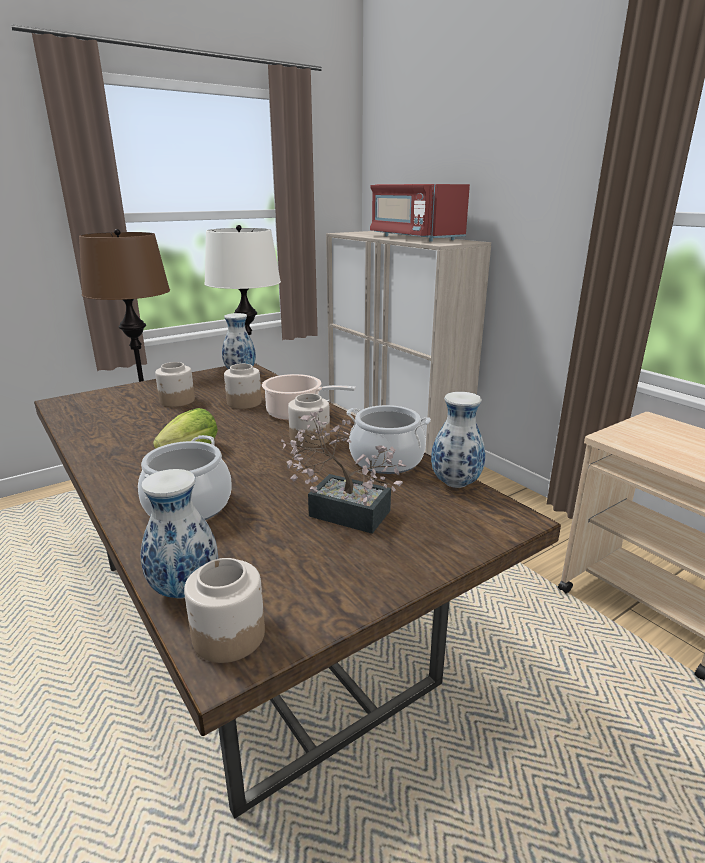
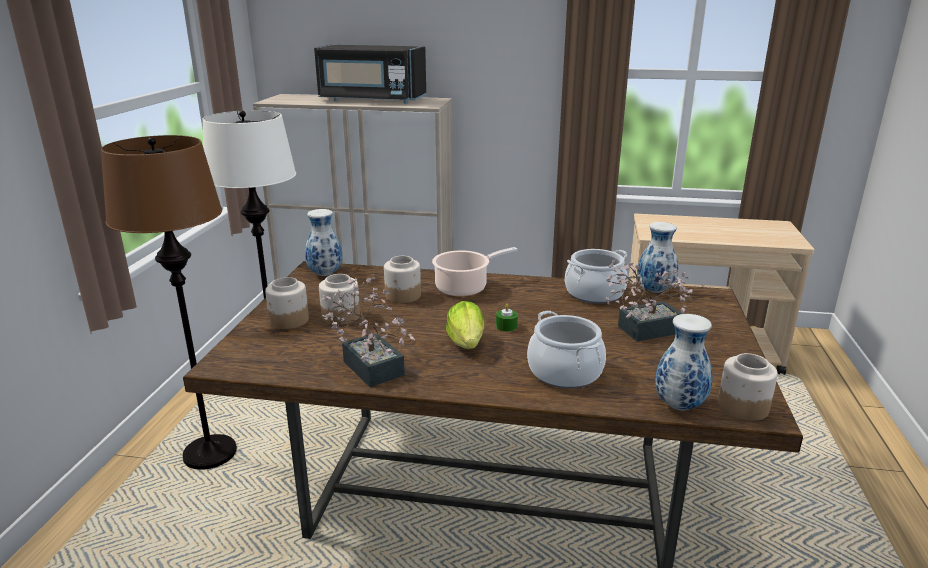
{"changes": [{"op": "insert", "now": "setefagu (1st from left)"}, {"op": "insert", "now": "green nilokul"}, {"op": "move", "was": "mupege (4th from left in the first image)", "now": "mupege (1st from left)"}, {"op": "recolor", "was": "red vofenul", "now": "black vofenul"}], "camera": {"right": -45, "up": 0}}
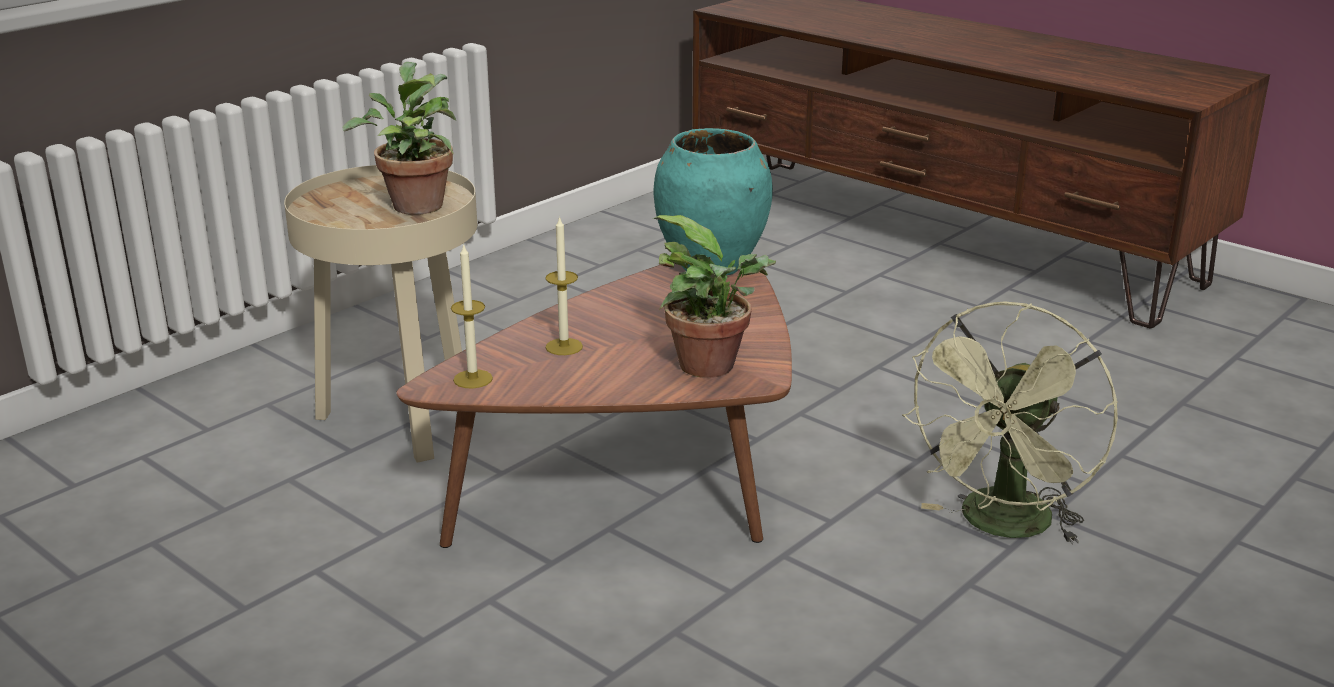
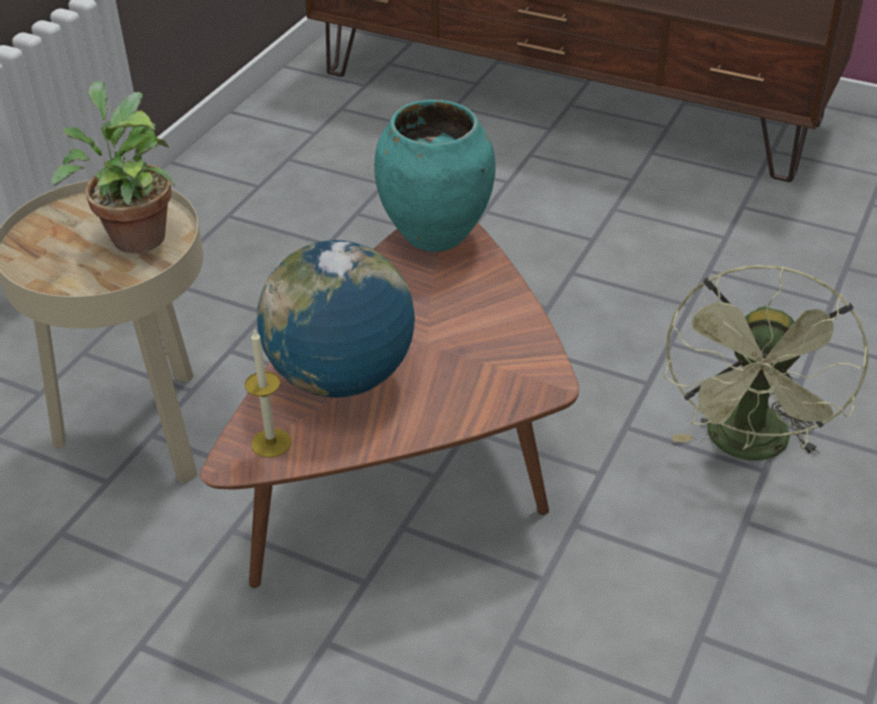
{"changes": [{"op": "delete", "was": "setefagu (2nd from left)"}, {"op": "replace", "was": "nilokul (2nd from left)", "now": "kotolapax"}], "camera": {"right": -15, "up": 15}}
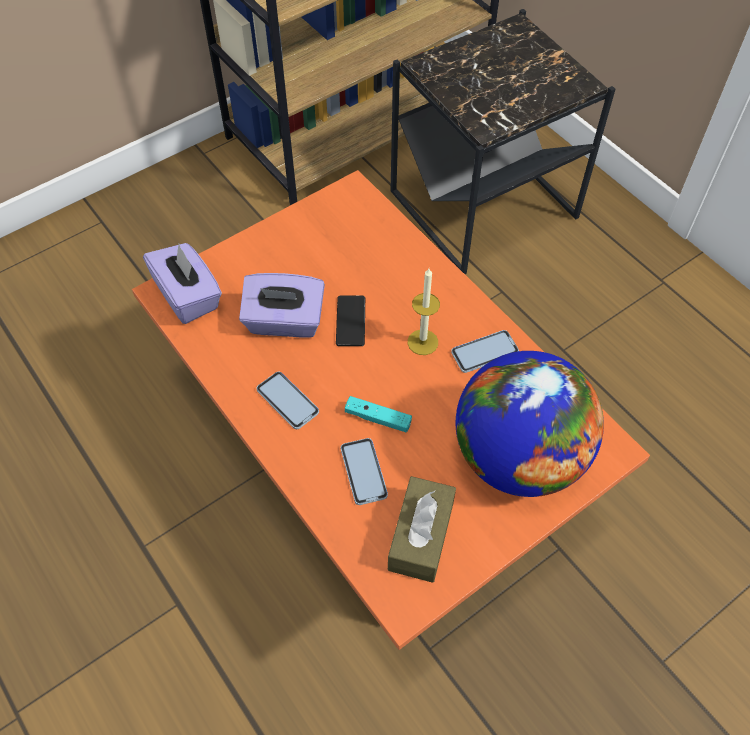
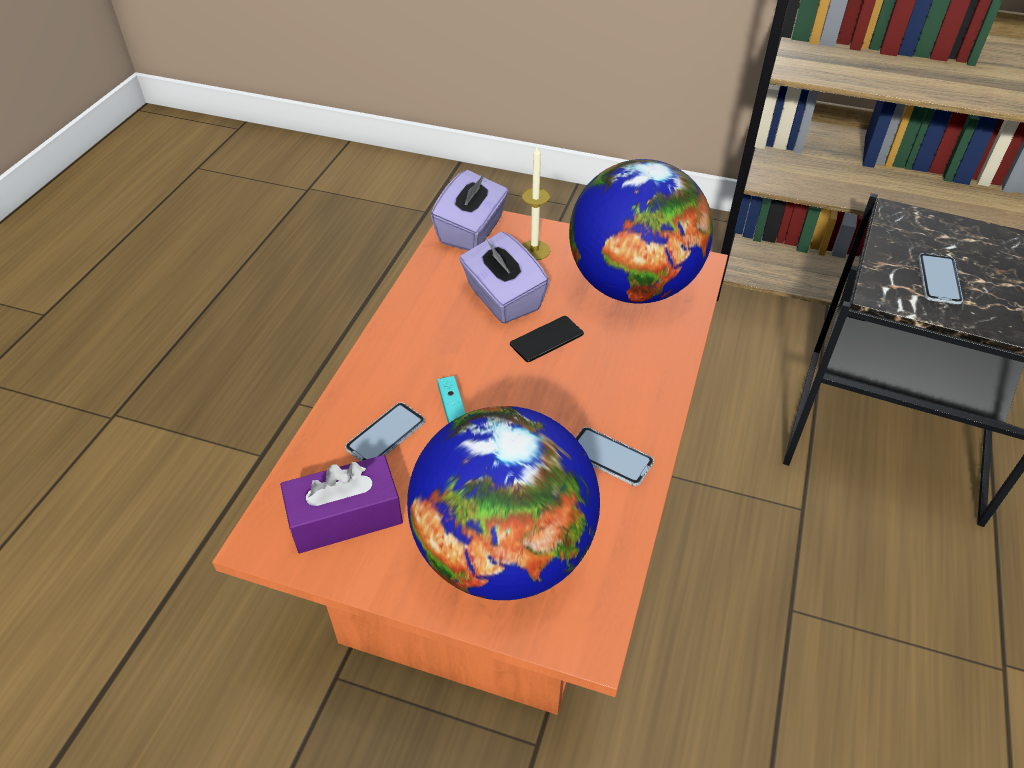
{"changes": [{"op": "insert", "now": "kotolapax (2nd from left)"}, {"op": "move", "was": "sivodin (1st from left in the first image)", "now": "sivodin (4th from left)"}, {"op": "move", "was": "nilokul"}, {"op": "recolor", "was": "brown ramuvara", "now": "purple ramuvara (1st from left)"}], "camera": {"right": 55, "up": -10}}
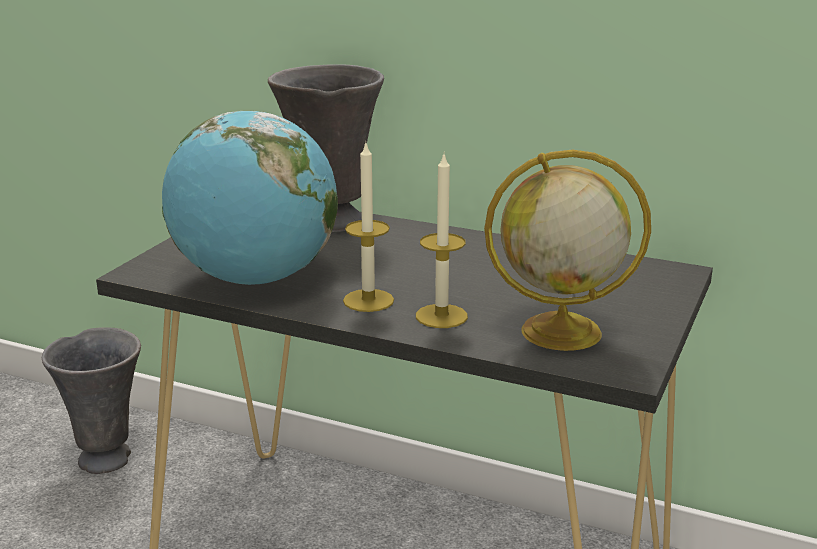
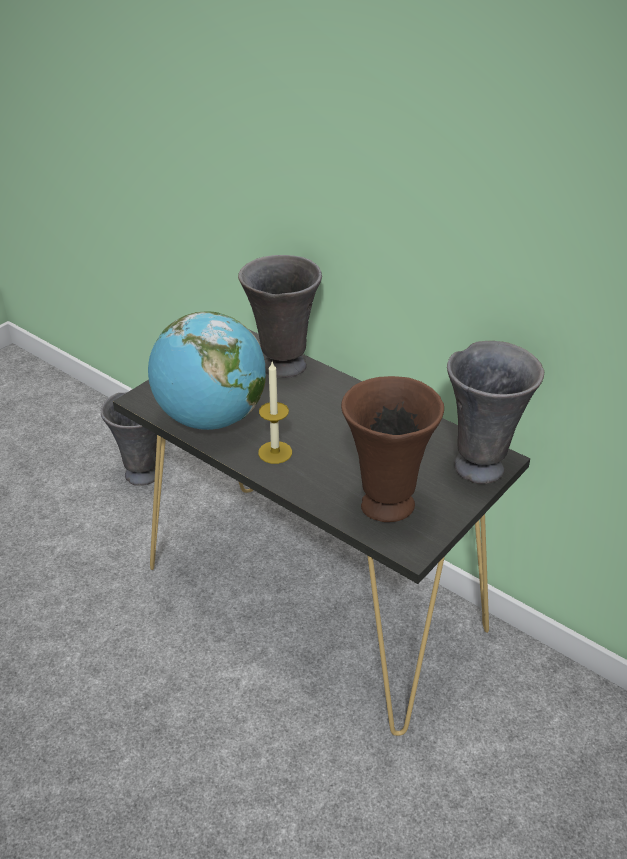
{"changes": [{"op": "delete", "was": "nilokul (2nd from left)"}, {"op": "insert", "now": "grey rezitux (3rd from left)"}, {"op": "replace", "was": "kotolapax (2nd from left)", "now": "brown rezitux"}], "camera": {"right": 15, "up": 15}}
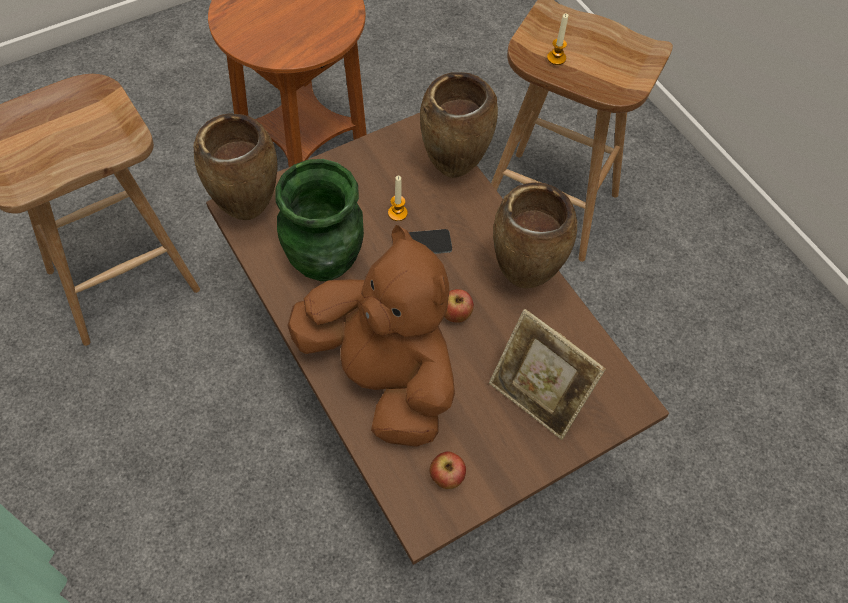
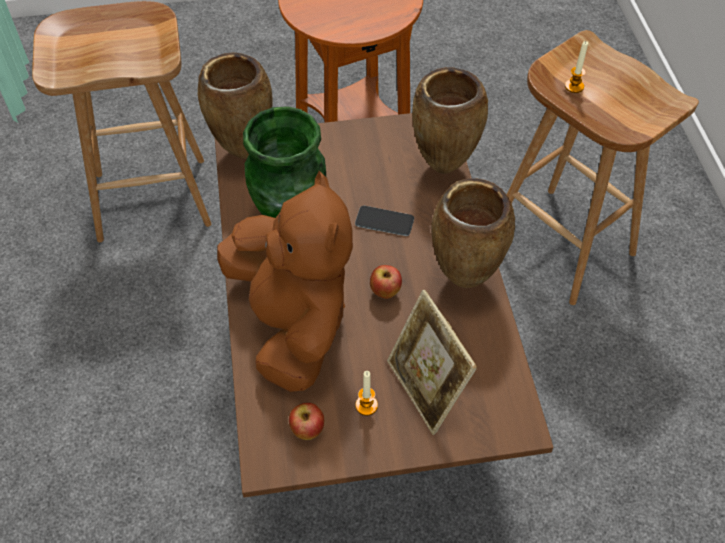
{"changes": [{"op": "move", "was": "nilokul (1st from left)"}], "camera": {"right": 25, "up": -5}}
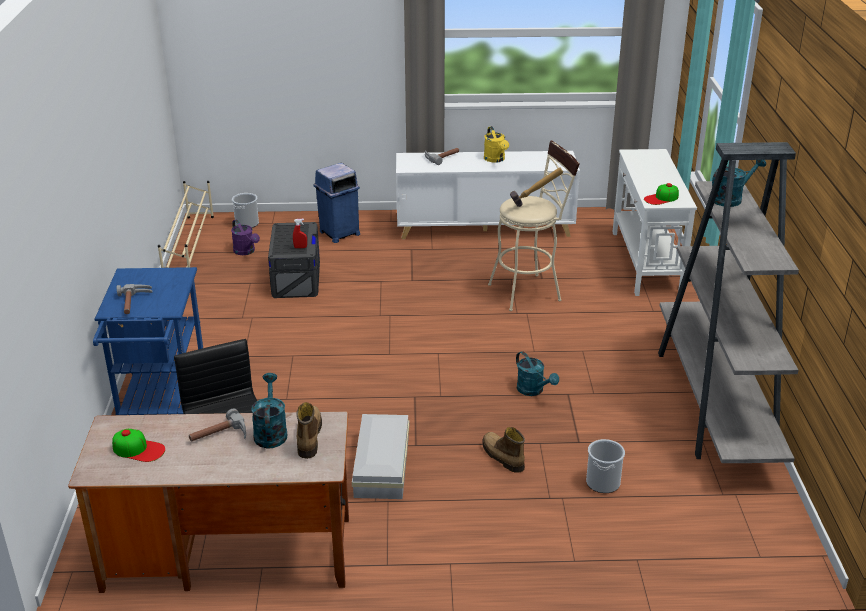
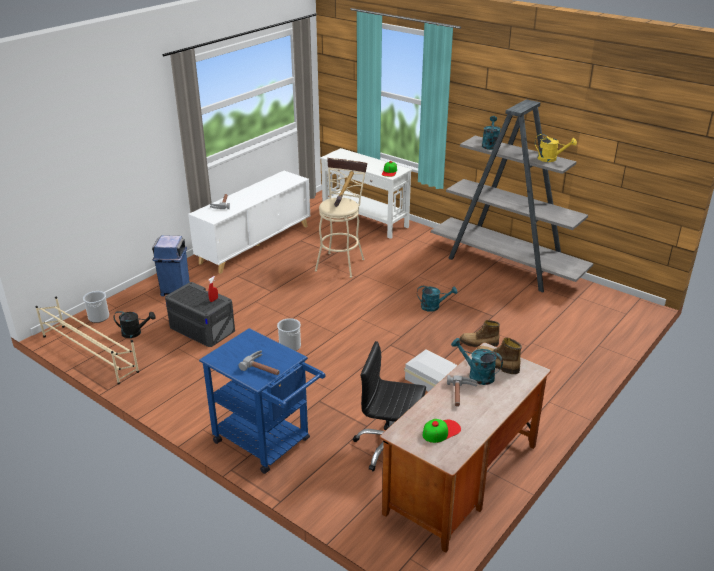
{"changes": [{"op": "move", "was": "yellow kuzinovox"}, {"op": "move", "was": "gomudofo (2nd from left)"}, {"op": "recolor", "was": "purple kuzinovox", "now": "black kuzinovox"}], "camera": {"right": -50, "up": 0}}
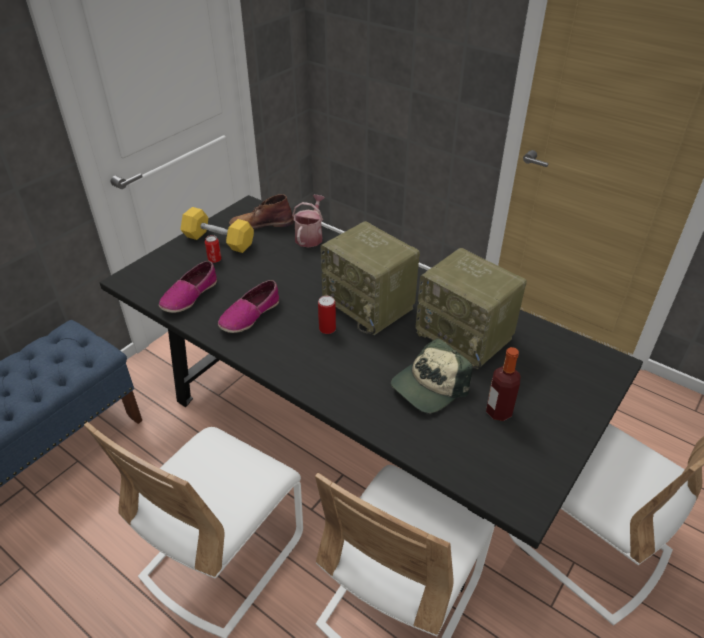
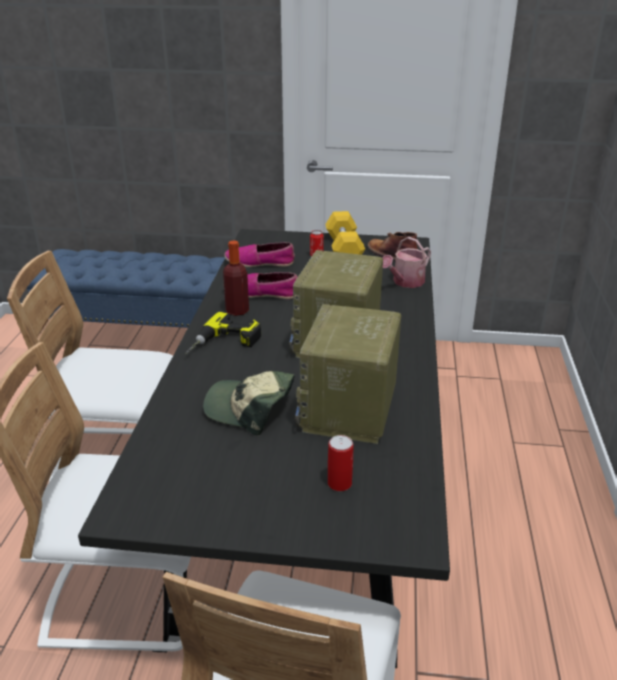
{"changes": [{"op": "insert", "now": "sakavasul"}, {"op": "move", "was": "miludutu (2nd from left)"}, {"op": "move", "was": "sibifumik"}, {"op": "rotate", "was": "kuzinovox", "clockwise": 150}], "camera": {"right": 60, "up": -10}}
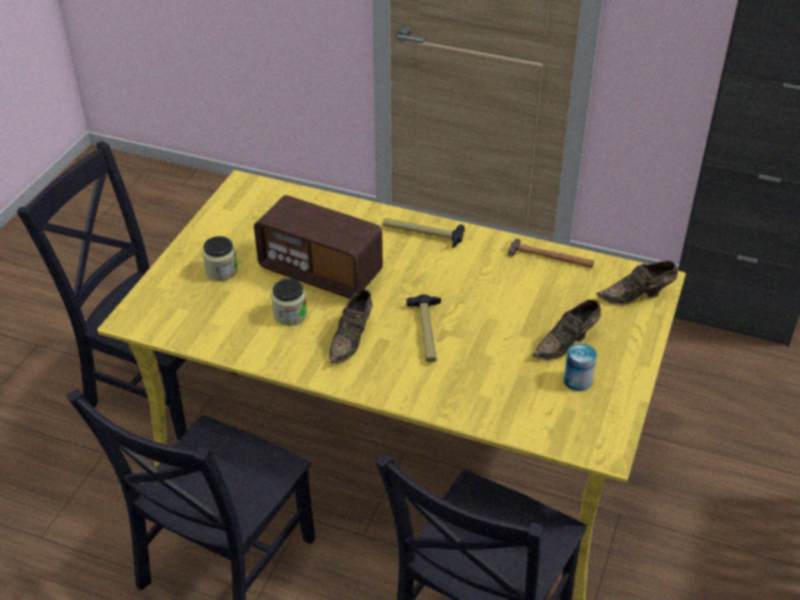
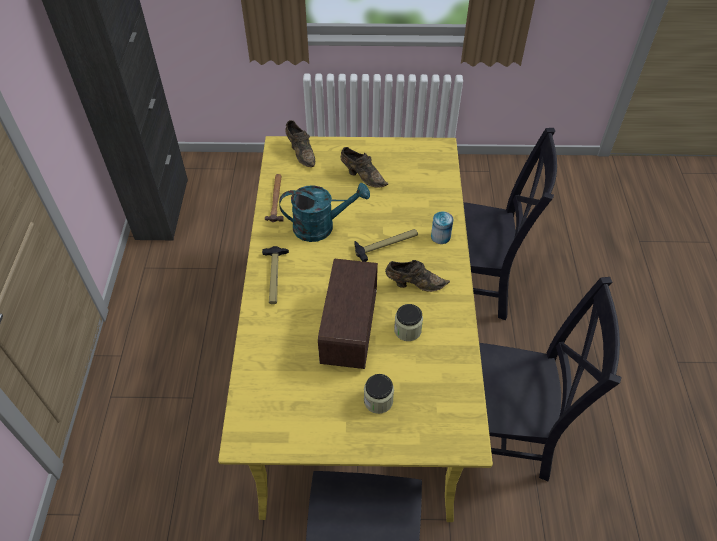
{"changes": [{"op": "insert", "now": "turquoise kuzinovox"}, {"op": "move", "was": "miludutu"}], "camera": {"right": -110, "up": 10}}
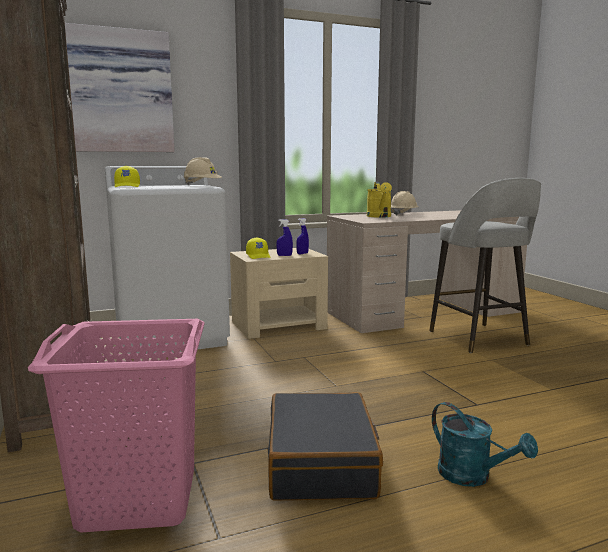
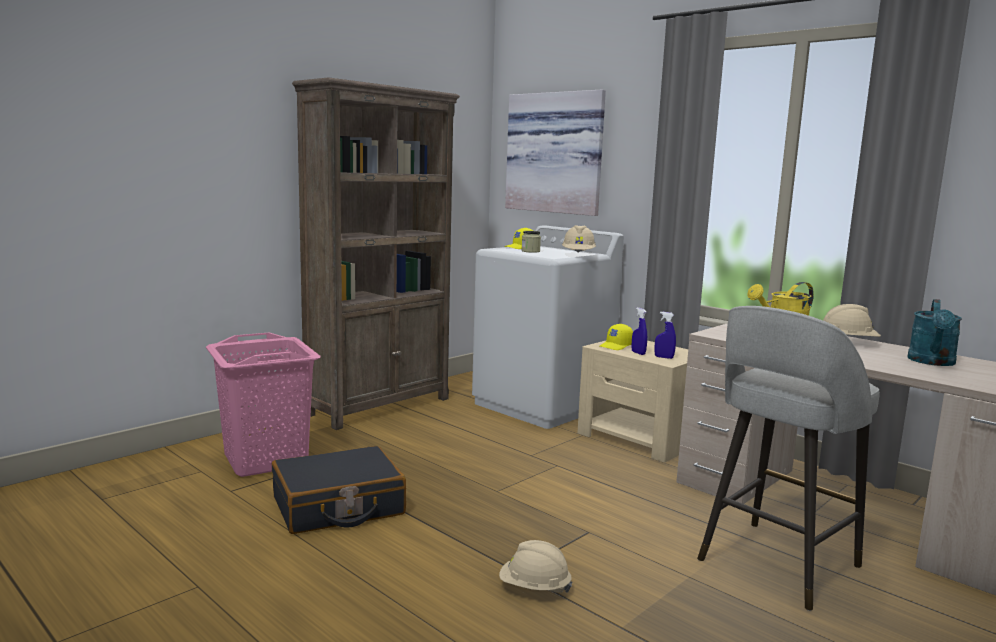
{"changes": [{"op": "insert", "now": "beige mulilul (1st from left)"}, {"op": "insert", "now": "mupege"}, {"op": "move", "was": "turquoise kuzinovox"}], "camera": {"right": 65, "up": 0}}
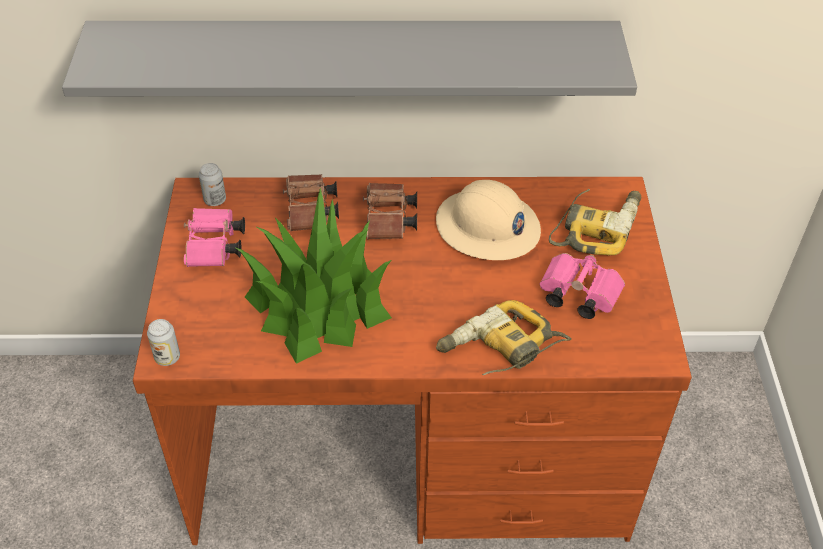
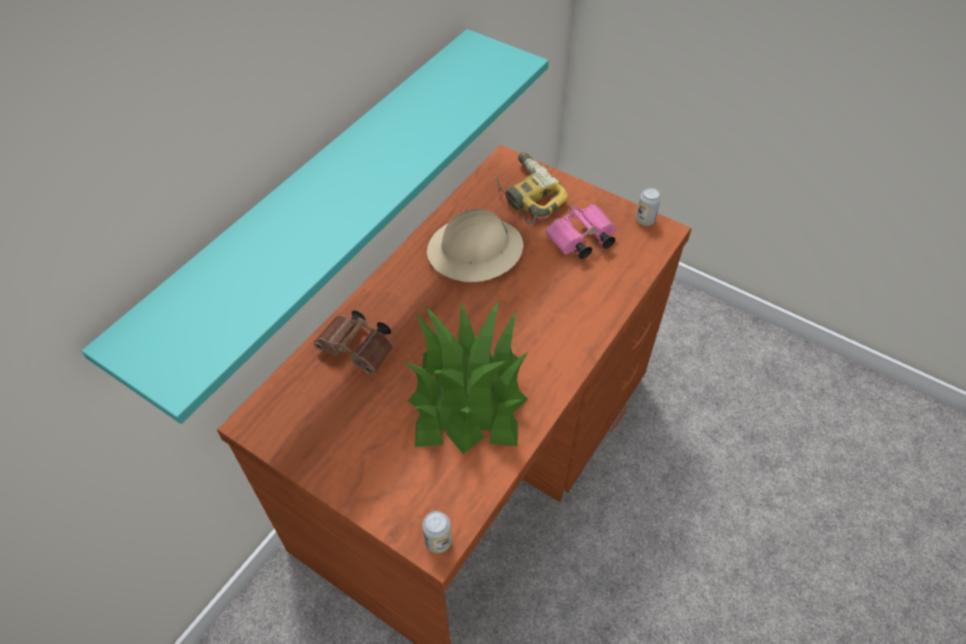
{"changes": [{"op": "delete", "was": "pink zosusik (1st from left)"}, {"op": "delete", "was": "brown zosusik (2nd from left)"}, {"op": "delete", "was": "sakavasul (1st from left)"}, {"op": "move", "was": "miludutu (2nd from left)"}, {"op": "recolor", "was": "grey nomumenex", "now": "turquoise nomumenex"}], "camera": {"right": -55, "up": 5}}
